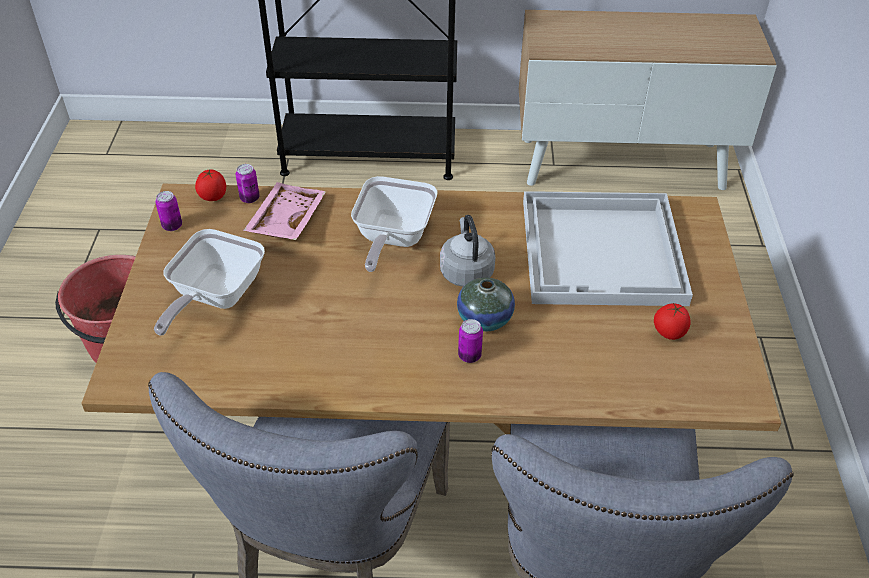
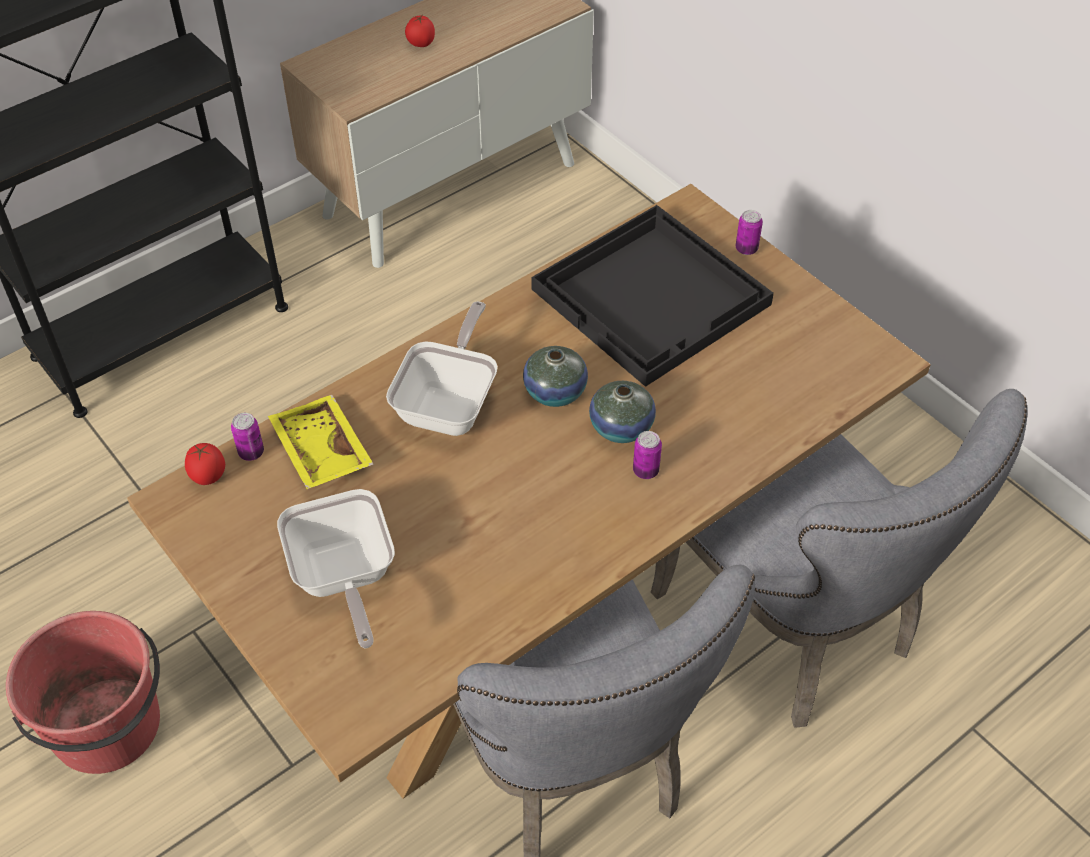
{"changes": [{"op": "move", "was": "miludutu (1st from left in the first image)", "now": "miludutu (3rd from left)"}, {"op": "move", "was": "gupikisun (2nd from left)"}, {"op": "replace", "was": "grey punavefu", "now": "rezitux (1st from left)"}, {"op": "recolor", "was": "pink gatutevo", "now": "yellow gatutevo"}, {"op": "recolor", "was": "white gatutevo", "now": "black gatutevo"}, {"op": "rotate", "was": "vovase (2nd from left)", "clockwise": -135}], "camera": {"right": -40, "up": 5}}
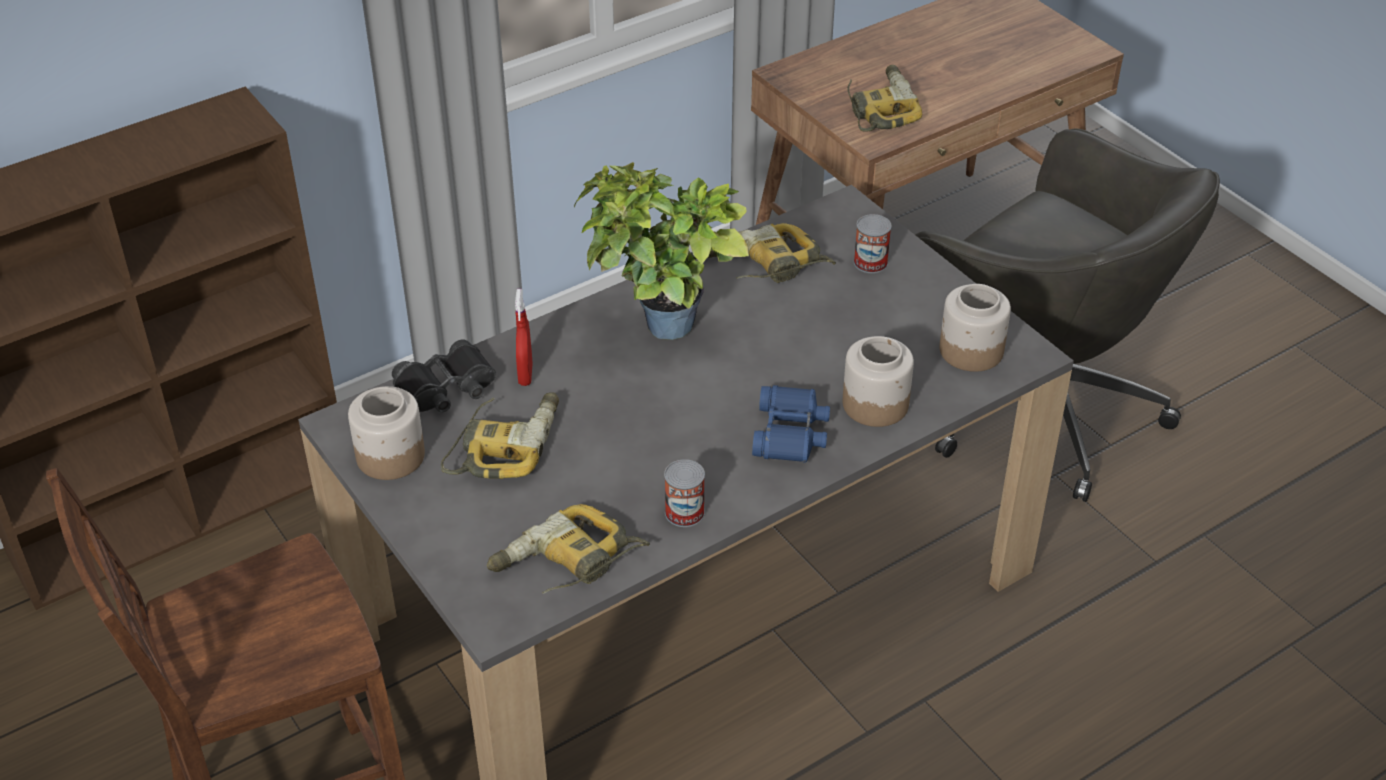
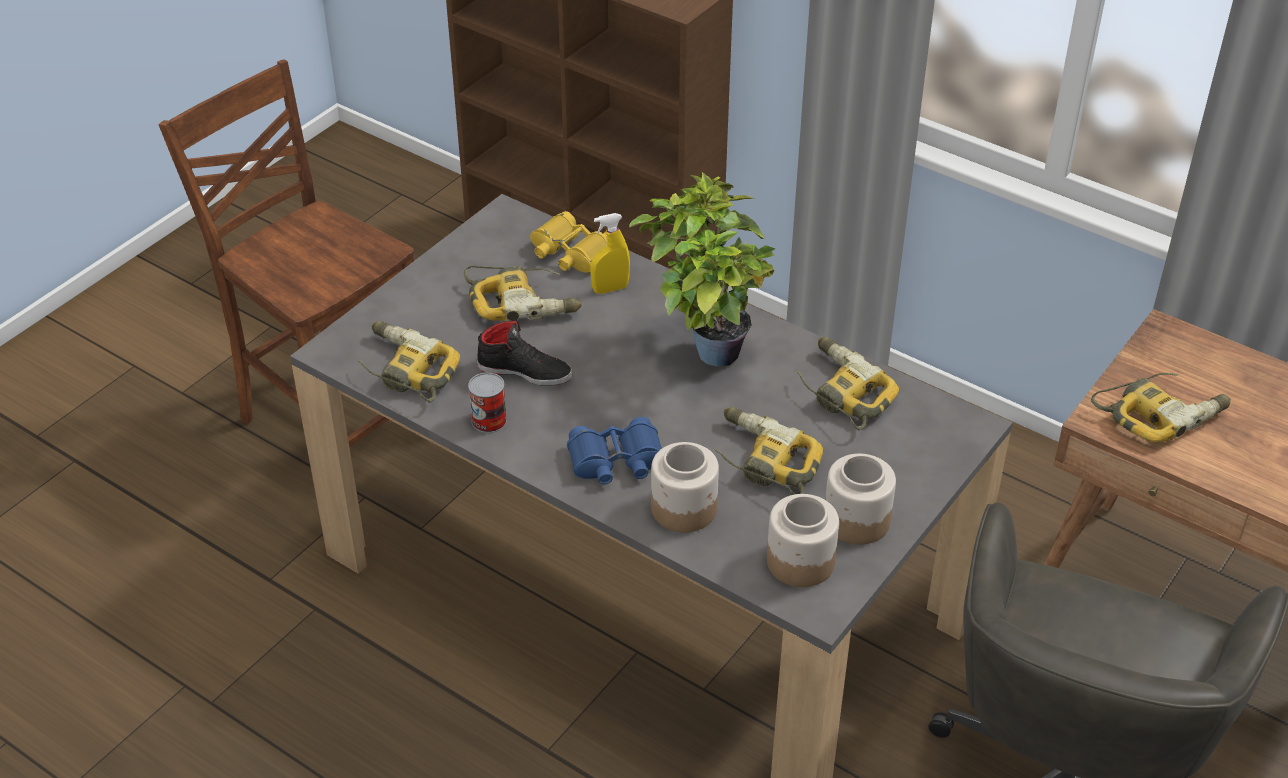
{"changes": [{"op": "delete", "was": "miludutu (2nd from left)"}, {"op": "insert", "now": "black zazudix"}, {"op": "insert", "now": "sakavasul (3rd from left)"}, {"op": "move", "was": "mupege (1st from left in the first image)", "now": "mupege (3rd from left)"}, {"op": "recolor", "was": "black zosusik", "now": "yellow zosusik"}, {"op": "recolor", "was": "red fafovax", "now": "yellow fafovax"}], "camera": {"right": 70, "up": 0}}
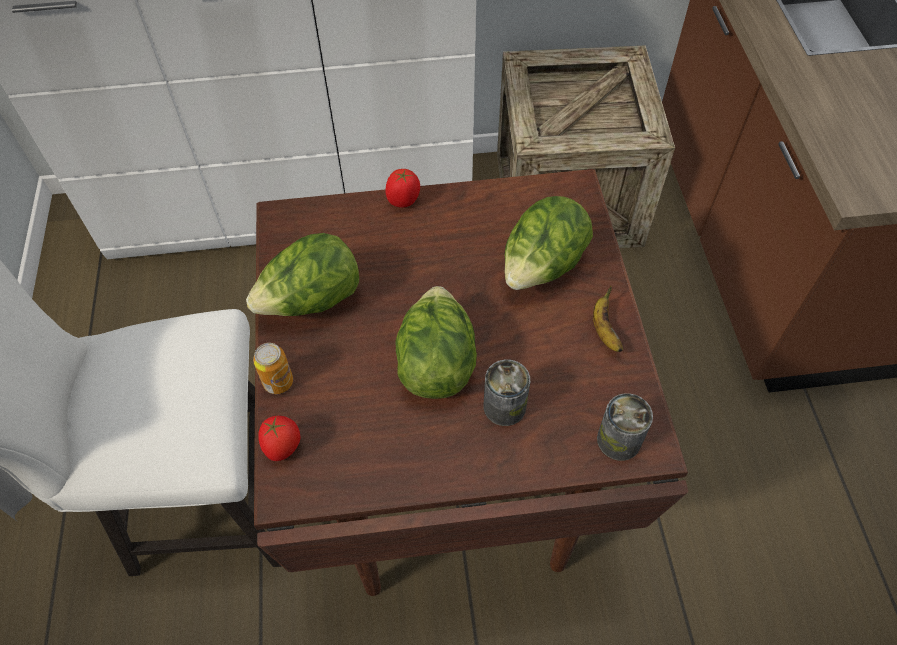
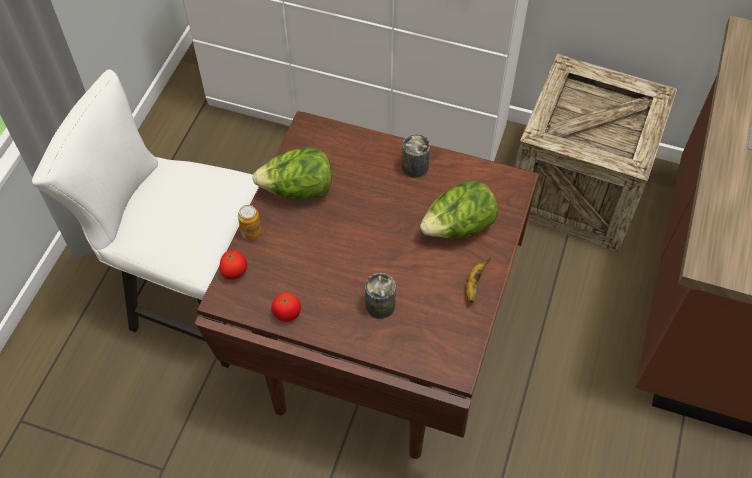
{"changes": [{"op": "delete", "was": "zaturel (2nd from left)"}, {"op": "move", "was": "gupikisun (2nd from left)"}, {"op": "move", "was": "miludutu (3rd from left)"}], "camera": {"right": 25, "up": 0}}
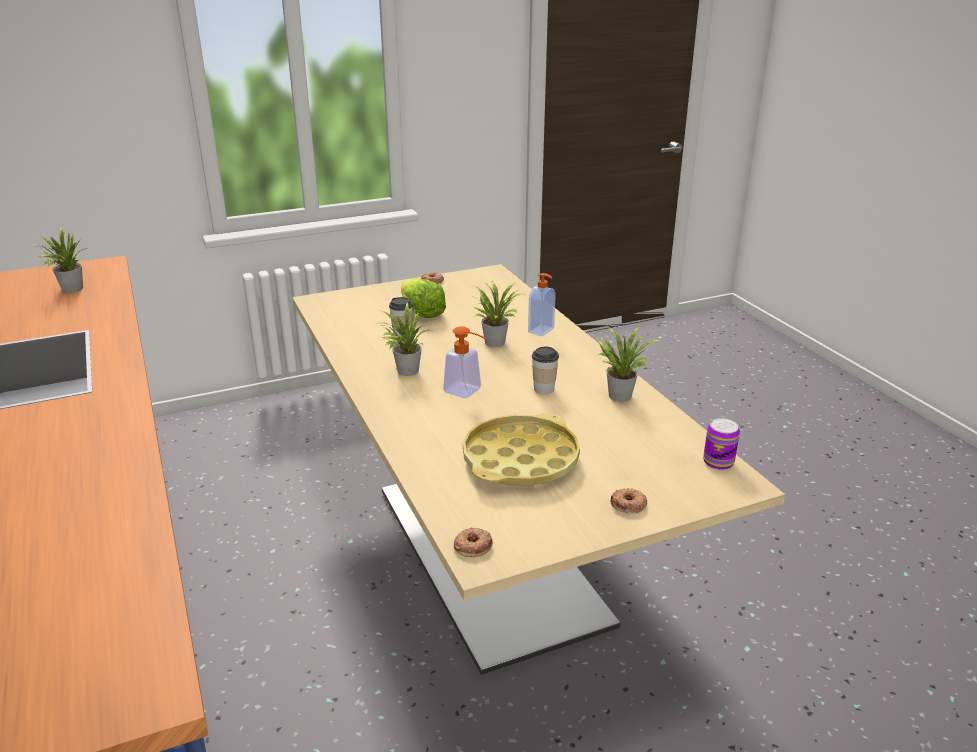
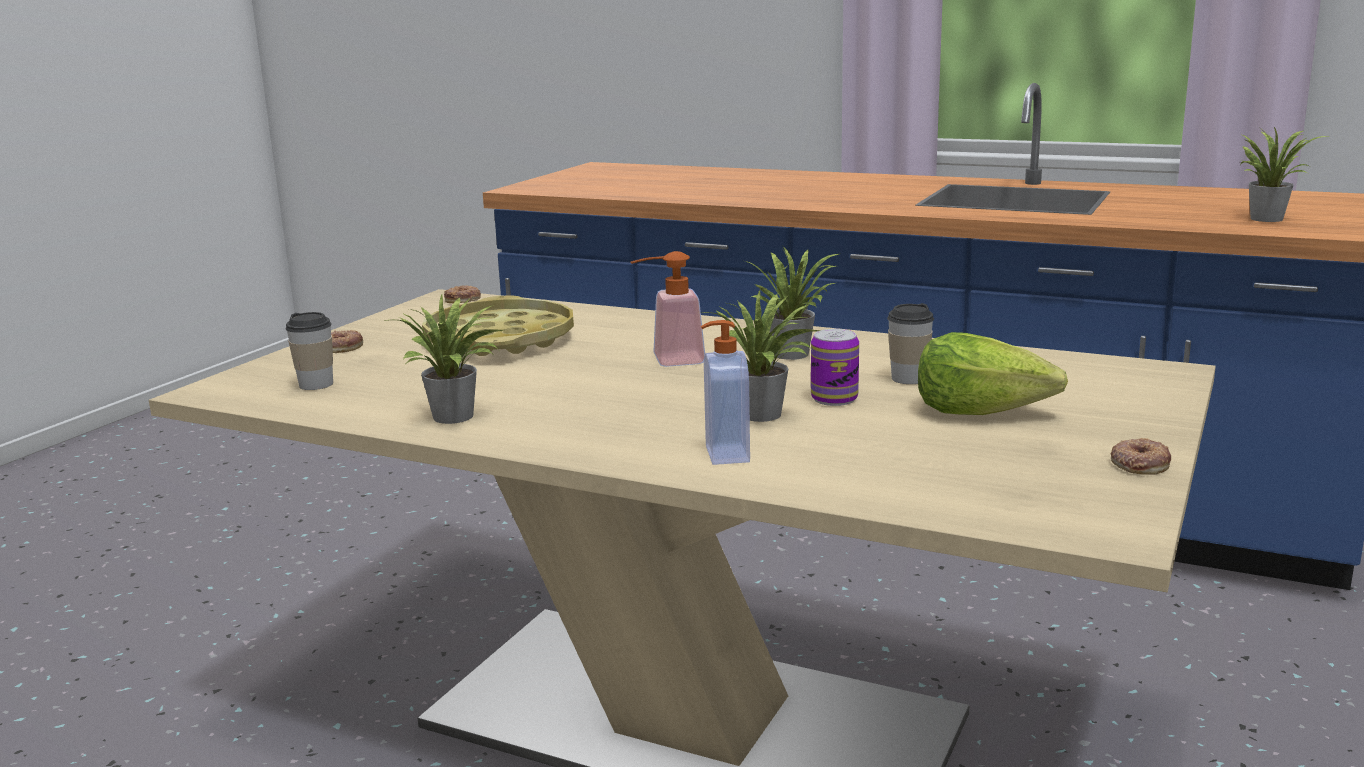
{"changes": [{"op": "move", "was": "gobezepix (2nd from left in the first image)", "now": "gobezepix (1st from left)"}, {"op": "move", "was": "miludutu"}], "camera": {"right": 140, "up": -10}}
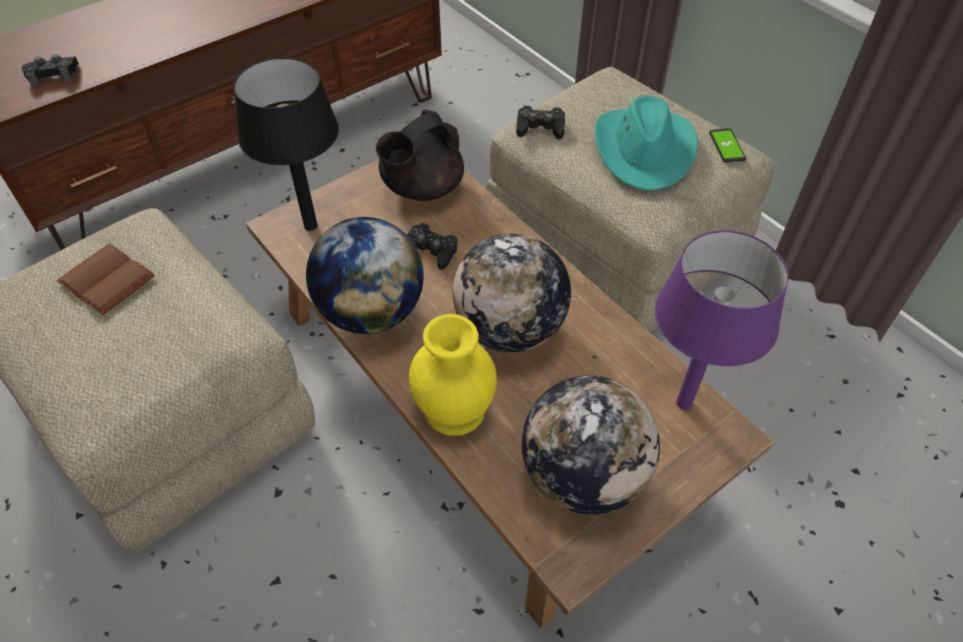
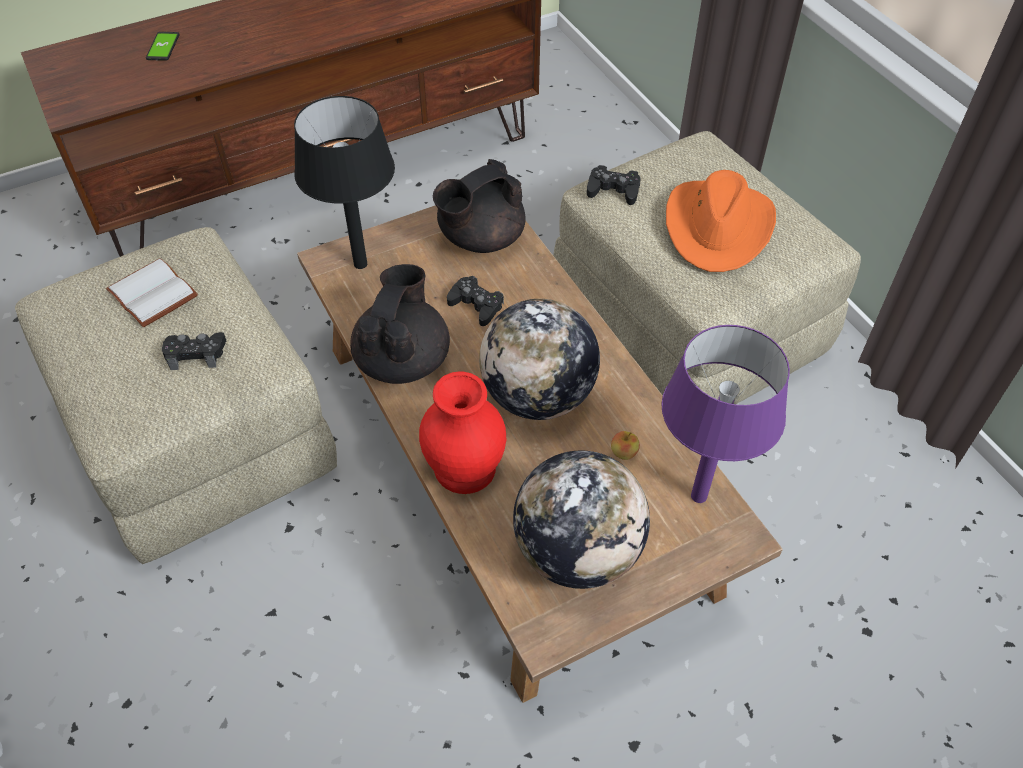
{"changes": [{"op": "insert", "now": "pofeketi"}, {"op": "move", "was": "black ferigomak (1st from left)"}, {"op": "move", "was": "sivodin"}, {"op": "replace", "was": "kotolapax (1st from left)", "now": "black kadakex (1st from left)"}, {"op": "recolor", "was": "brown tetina", "now": "white tetina"}, {"op": "recolor", "was": "yellow rezitux", "now": "red rezitux"}, {"op": "recolor", "was": "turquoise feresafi", "now": "orange feresafi"}], "camera": {"right": 10, "up": 0}}
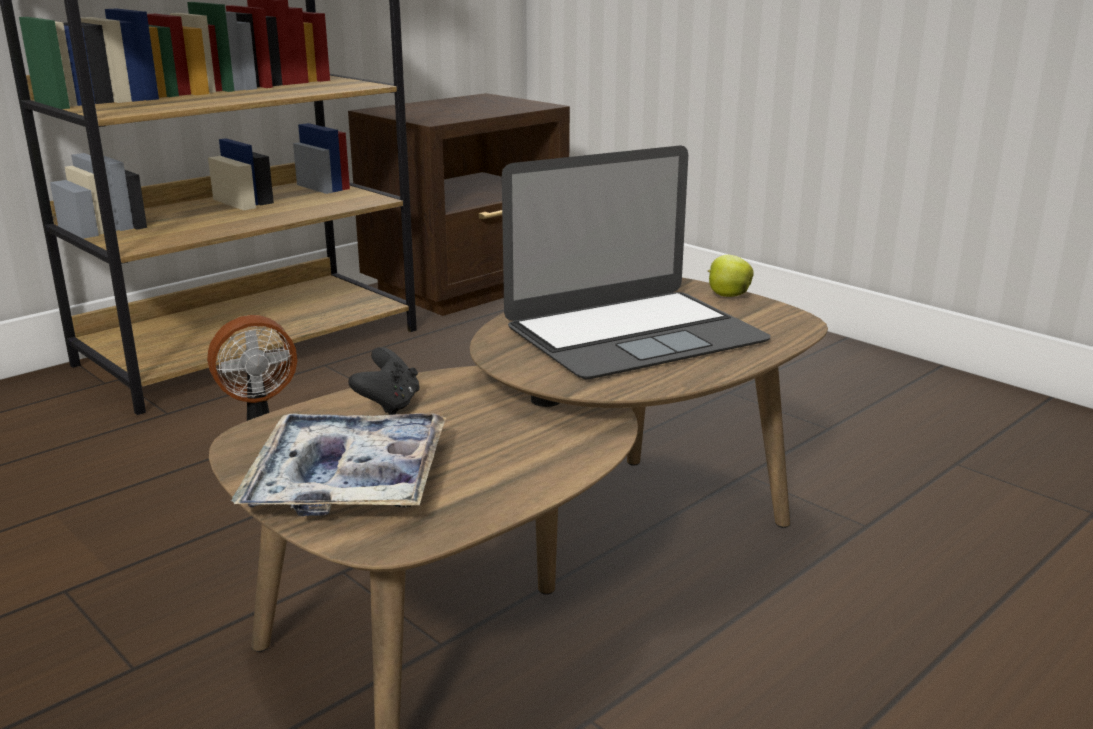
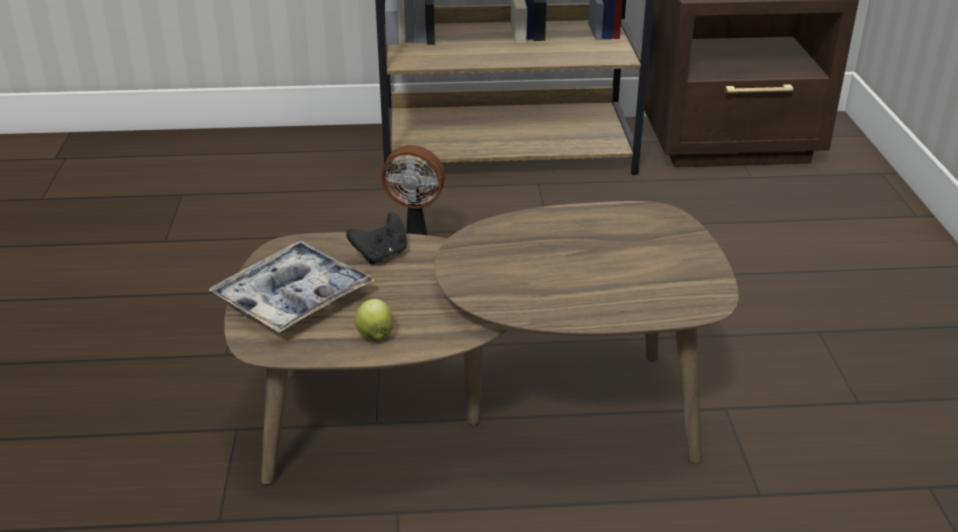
{"changes": [{"op": "delete", "was": "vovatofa"}, {"op": "move", "was": "pofeketi"}], "camera": {"right": 40, "up": 10}}
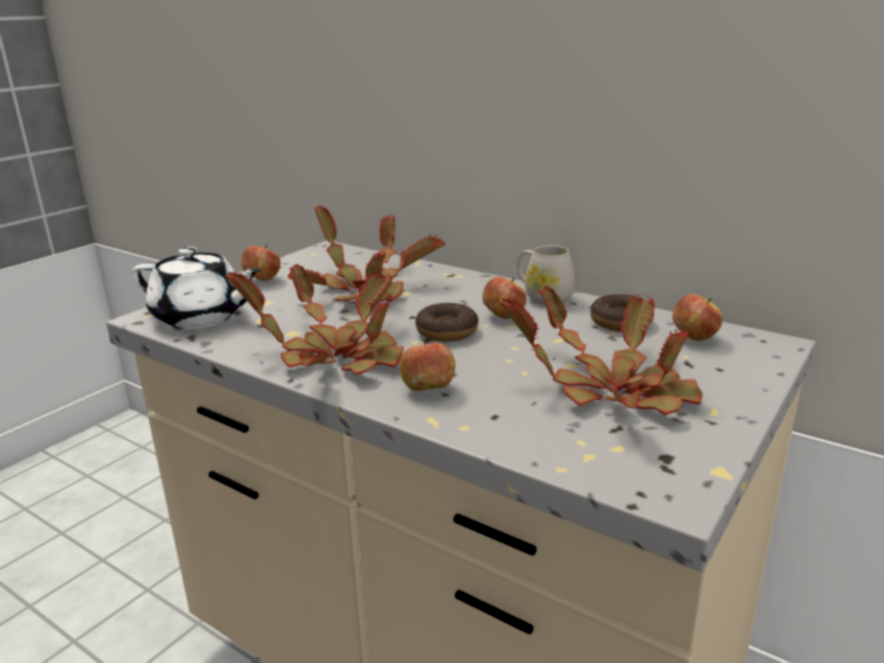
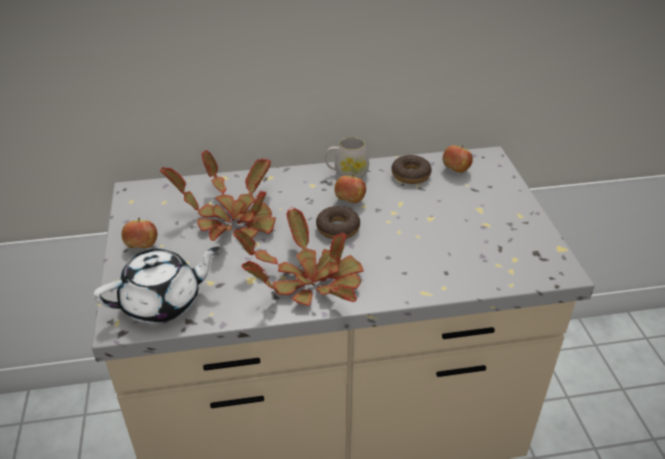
{"changes": [{"op": "delete", "was": "pofeketi (2nd from left)"}, {"op": "delete", "was": "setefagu (3rd from left)"}], "camera": {"right": -45, "up": 15}}
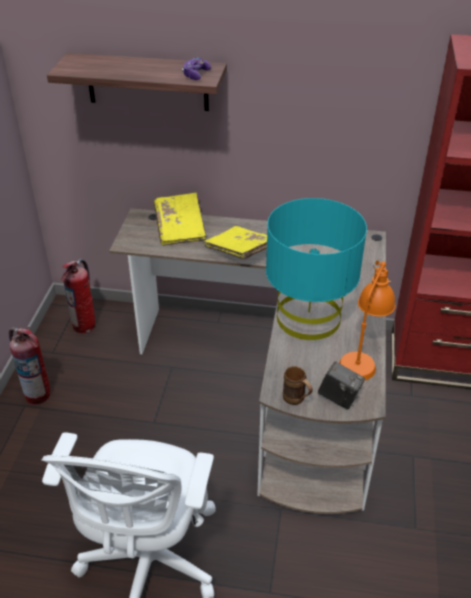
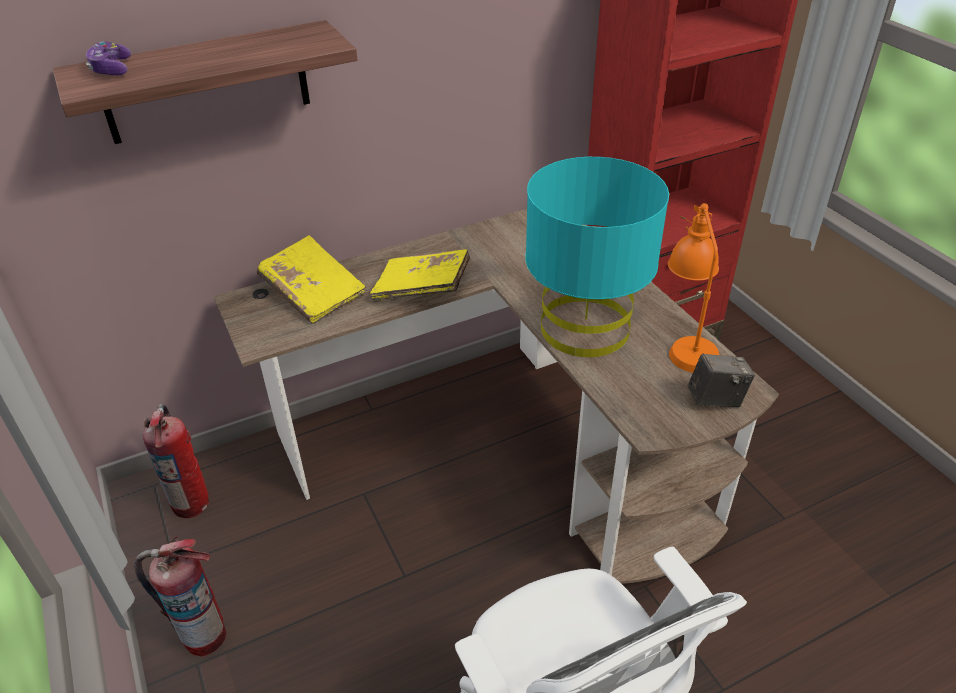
{"changes": [{"op": "delete", "was": "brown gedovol"}, {"op": "move", "was": "ferigomak"}], "camera": {"right": -35, "up": 0}}
